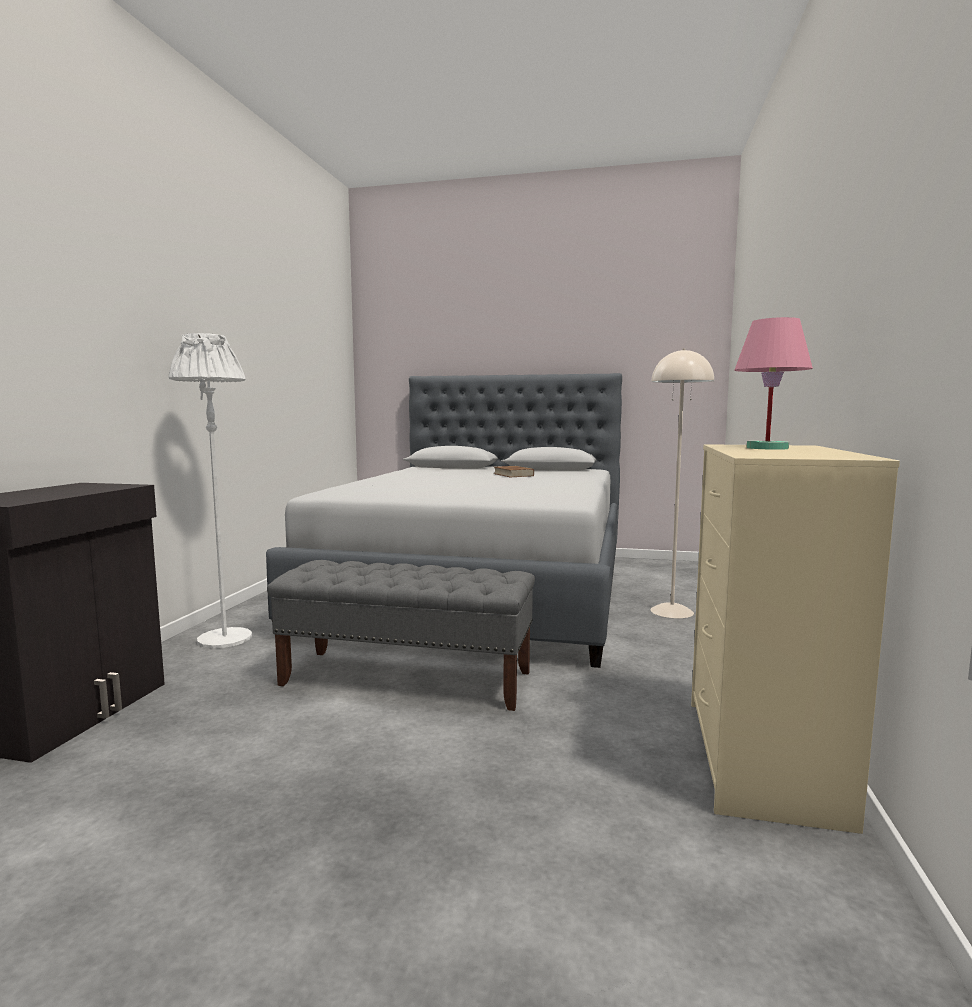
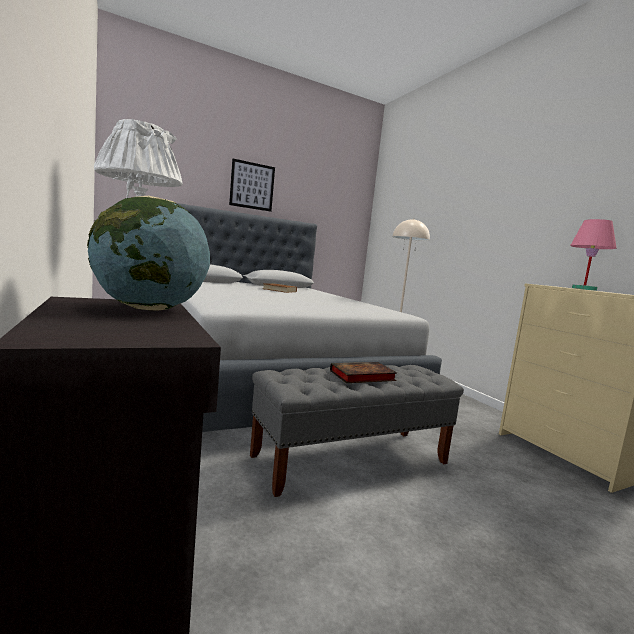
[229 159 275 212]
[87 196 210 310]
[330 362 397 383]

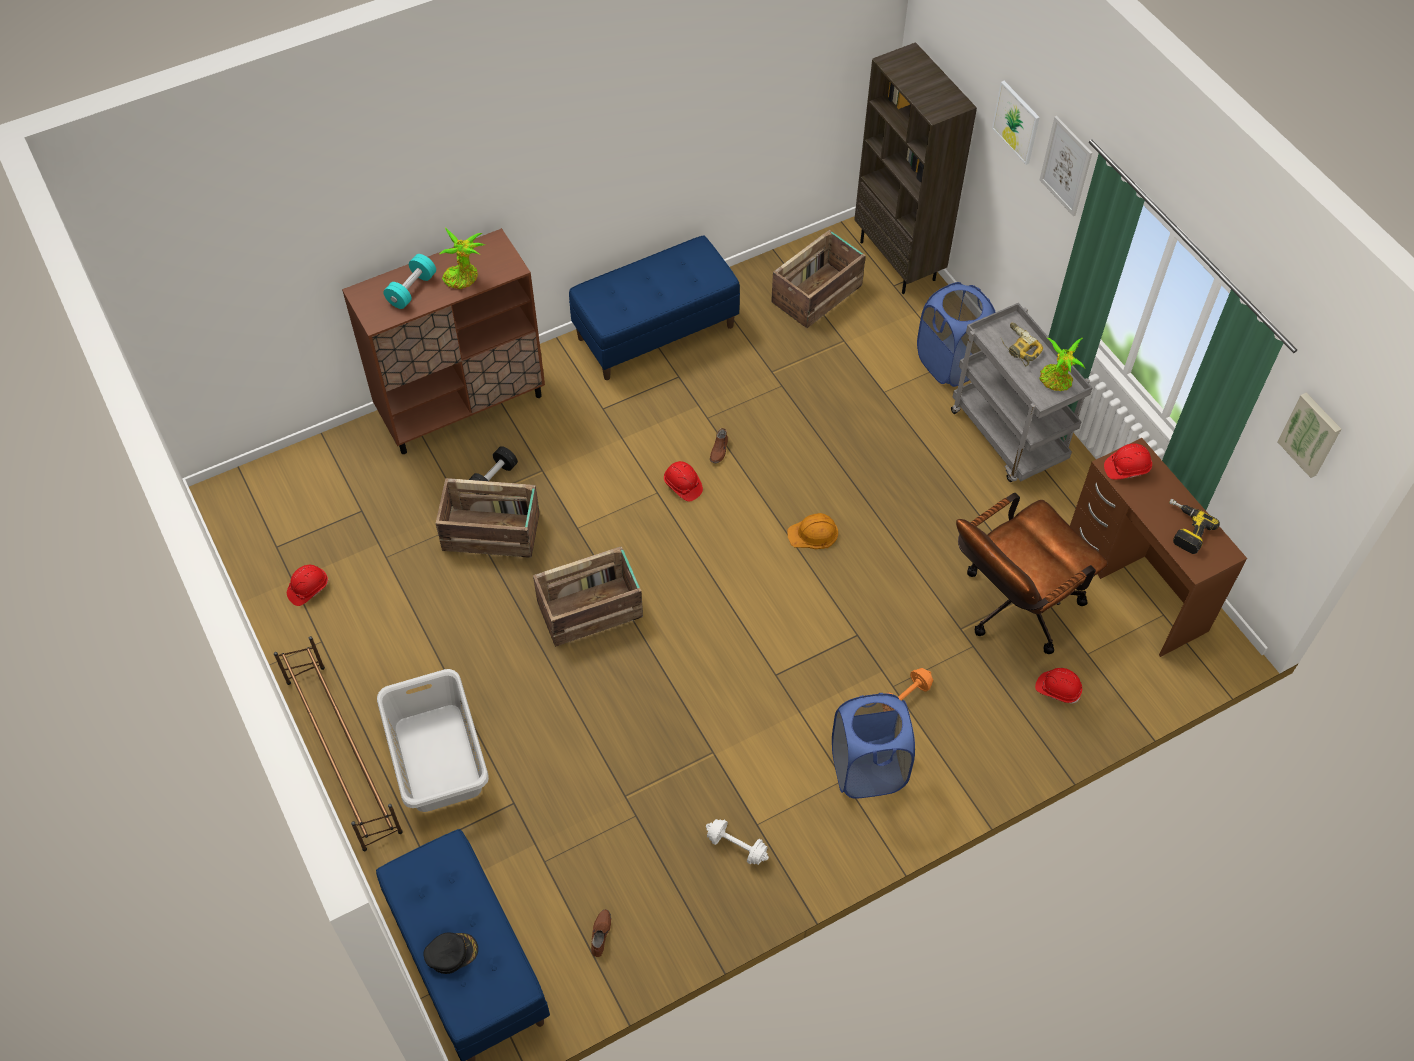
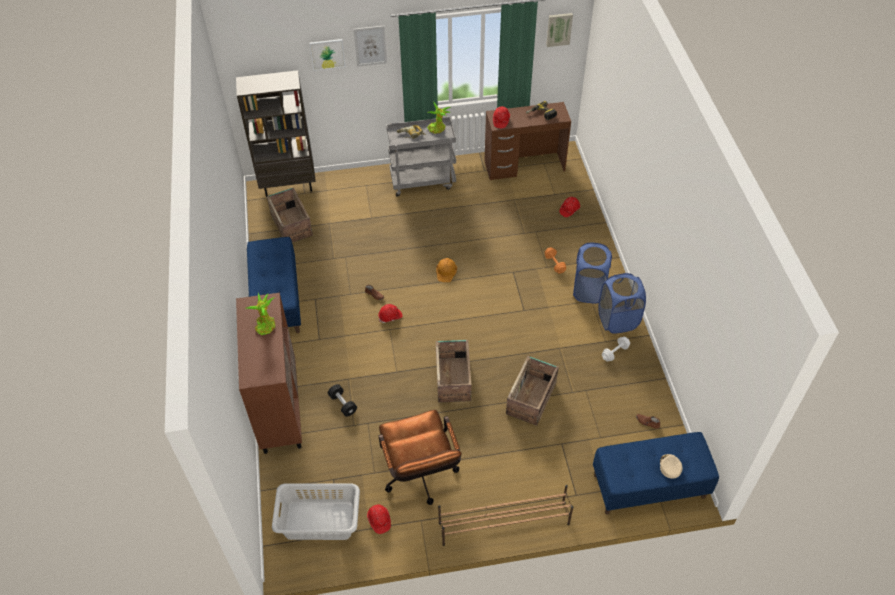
[383 254 436 309] (first image)
[599 273 646 334]
[506 356 559 426]
[378 410 462 505]
[272 483 360 540]
[660 454 682 479]

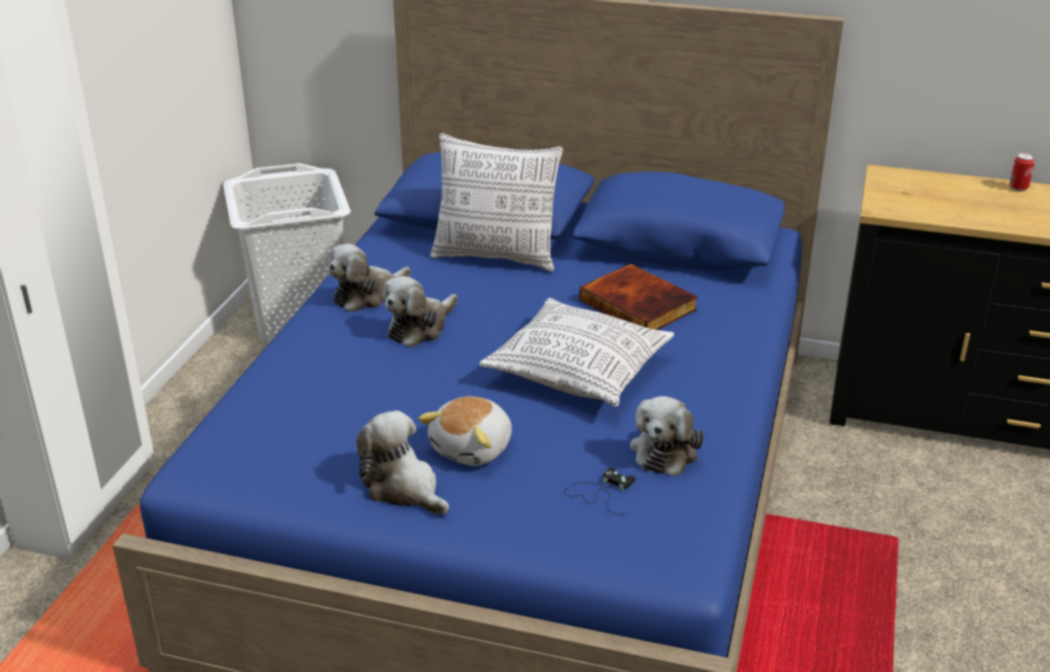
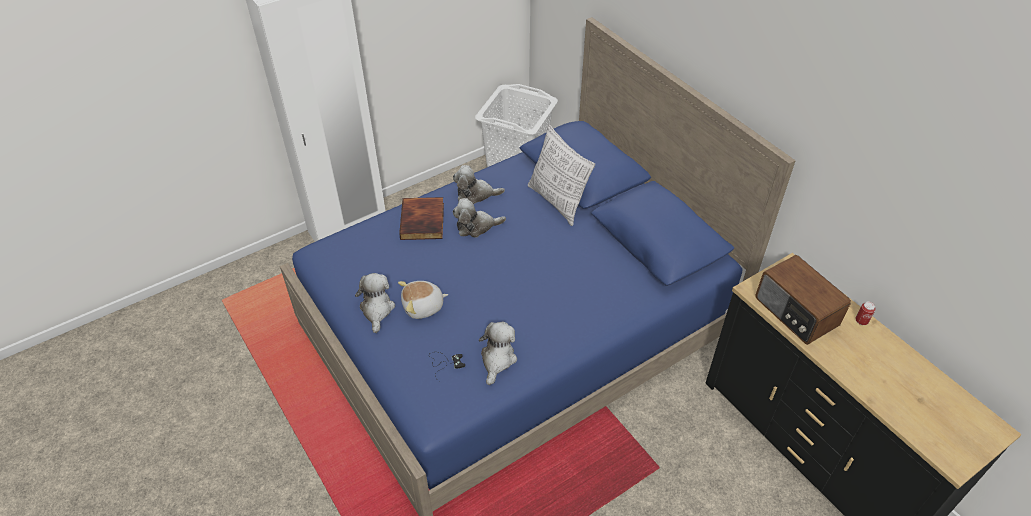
[399 197 444 240]
[479 298 674 407] (first image)
[479 322 517 385]
[755 255 851 345]

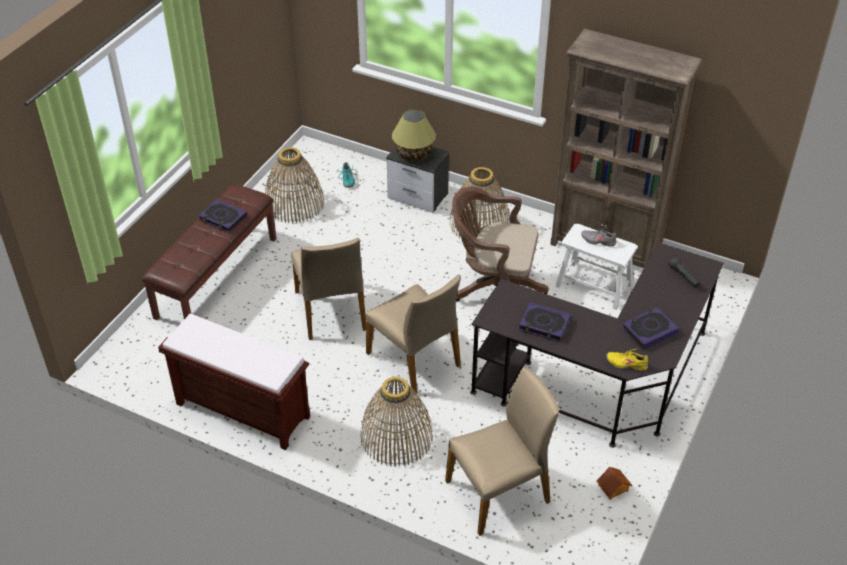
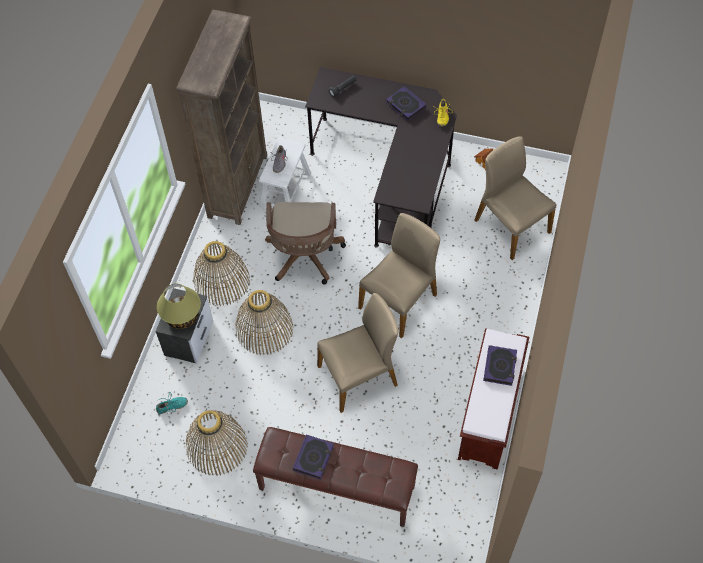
[483 345 517 386]
[235 290 293 355]

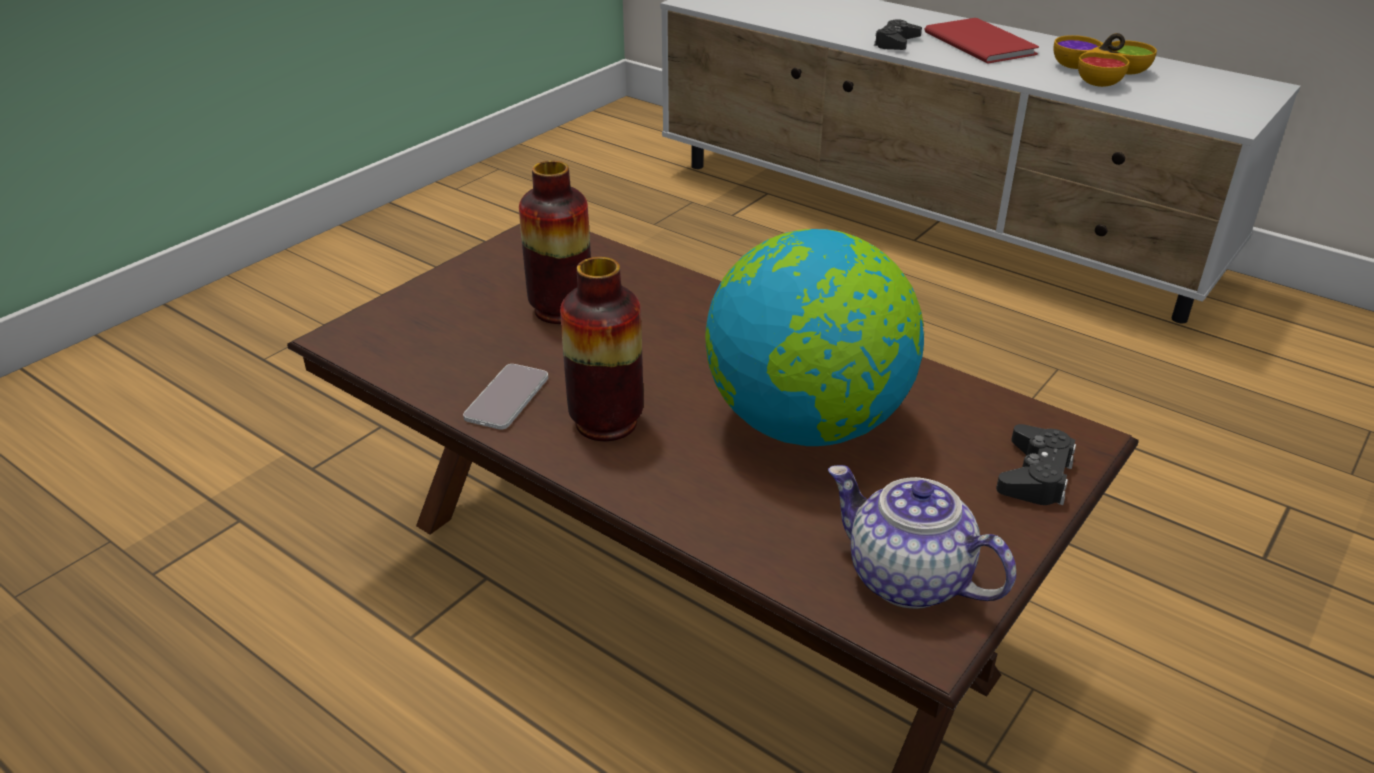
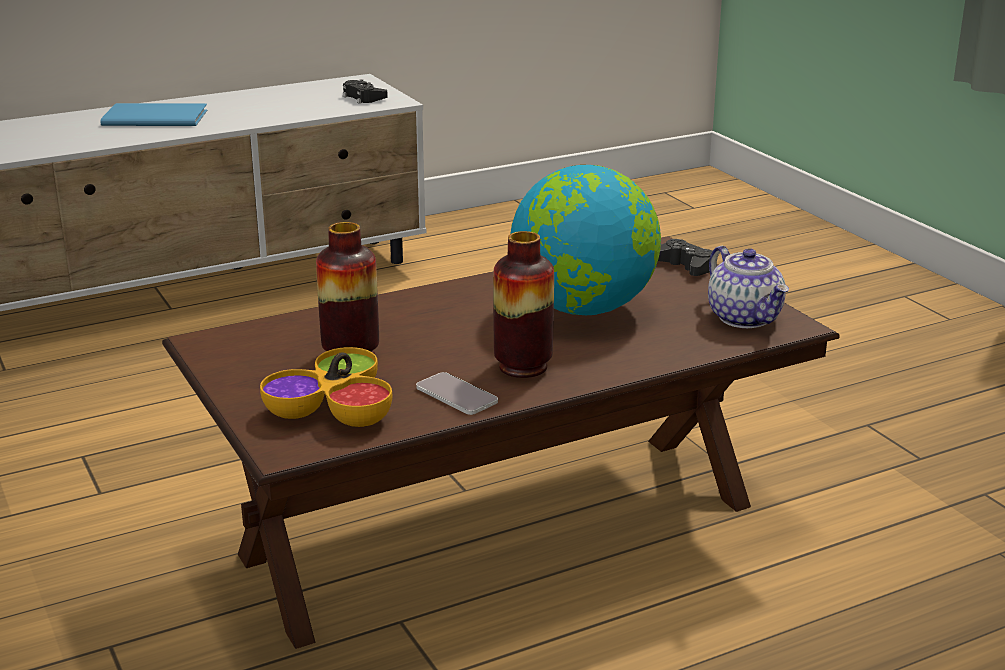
[101 103 207 126]
[343 79 388 104]
[260 347 392 427]
[708 246 789 328]

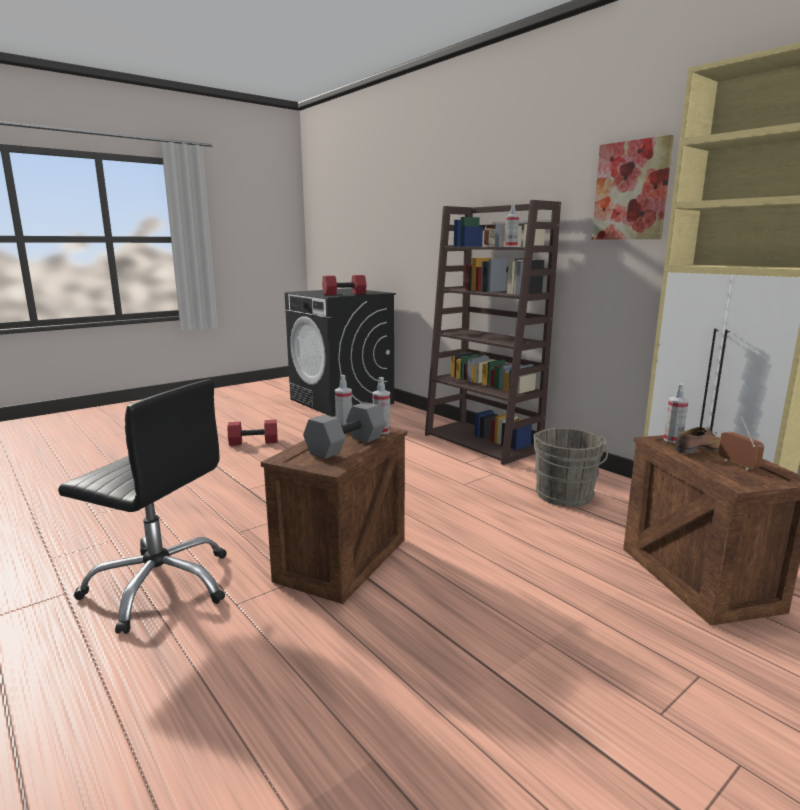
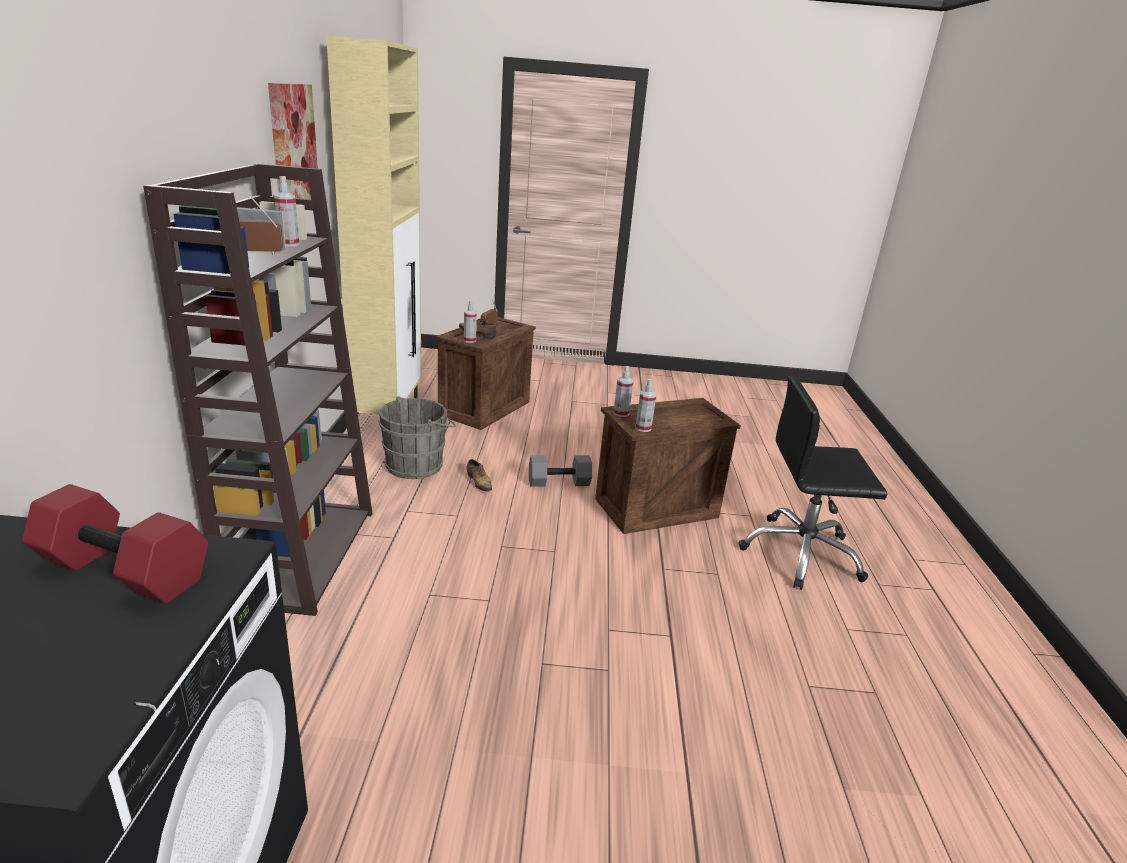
[738 375 887 590]
[529 455 592 487]
[227 420 278 446] (first image)
[467 459 492 492]

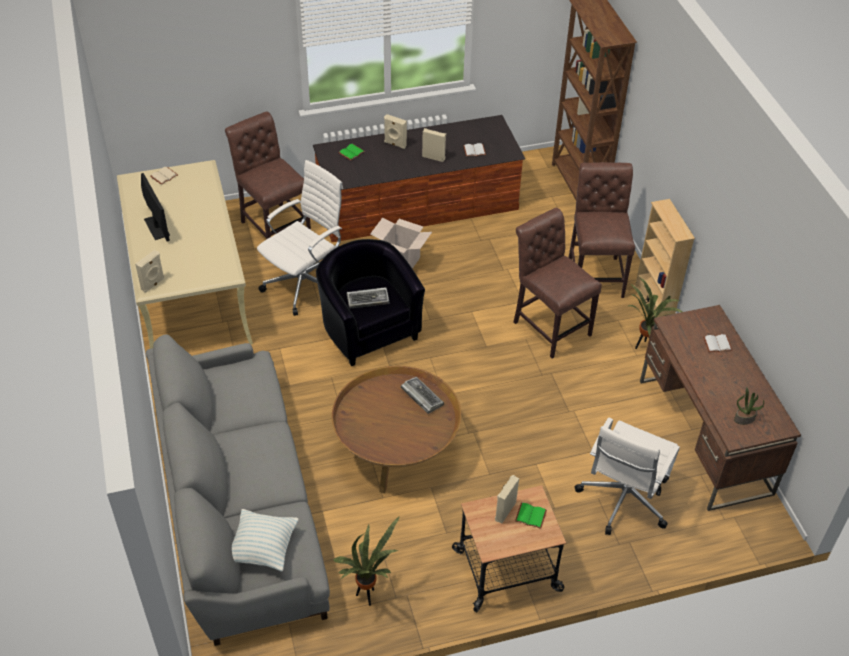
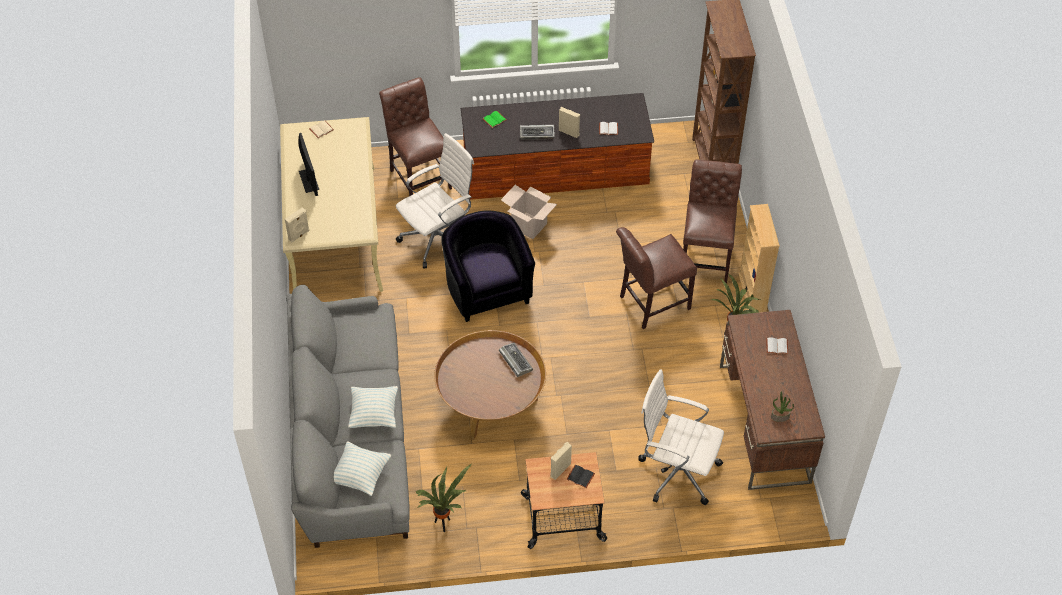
[384 114 407 149] (first image)
[616 227 697 329]
[520 125 555 140]
[639 369 724 505]
[566 465 595 488]
[348 386 398 428]

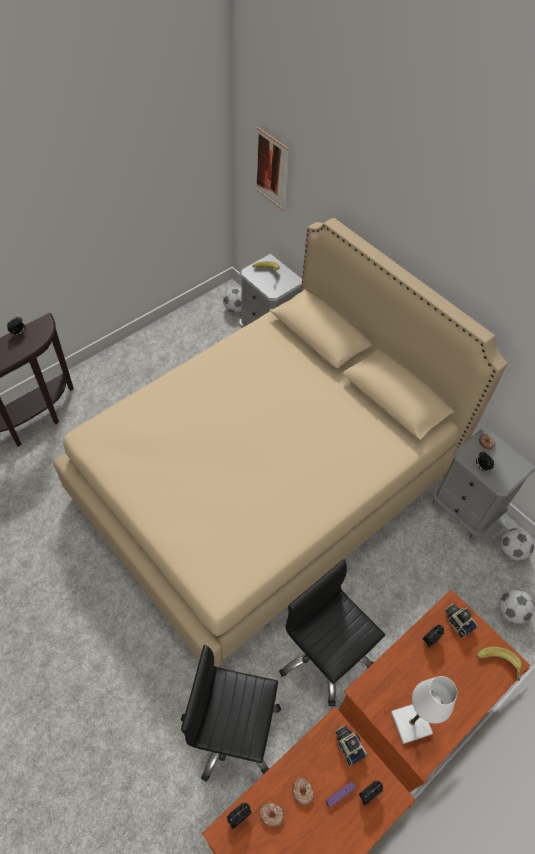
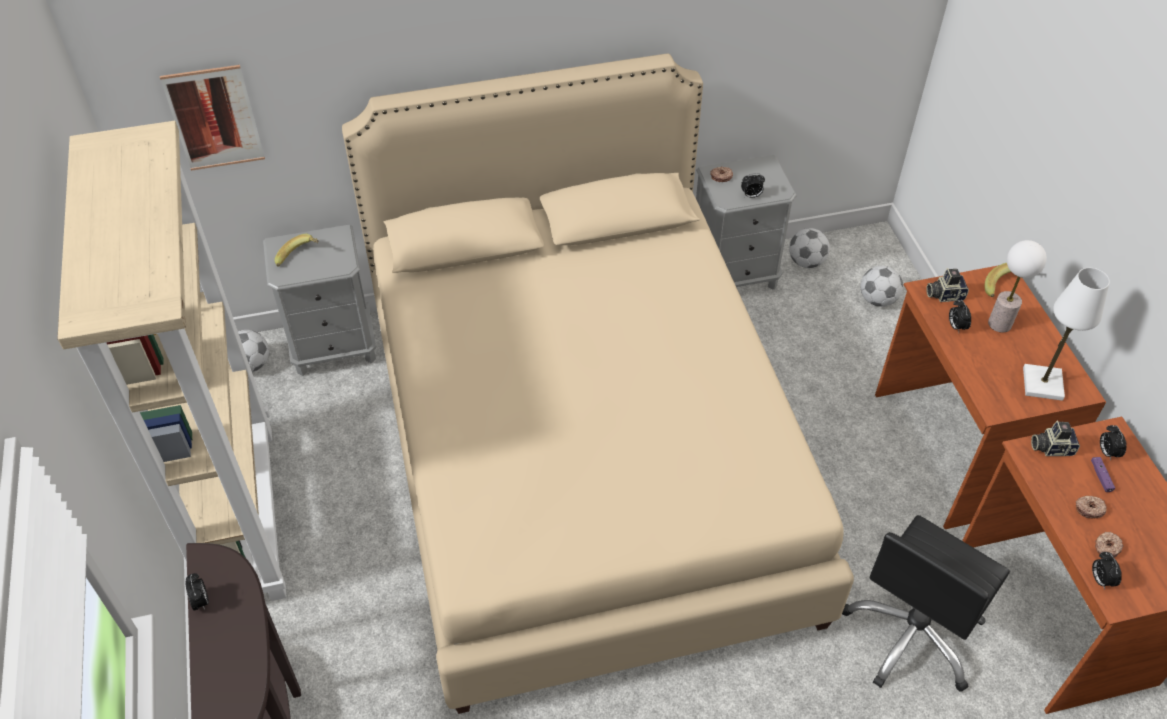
[279 559 385 706] (first image)
[57 121 287 601]
[988 240 1047 333]

